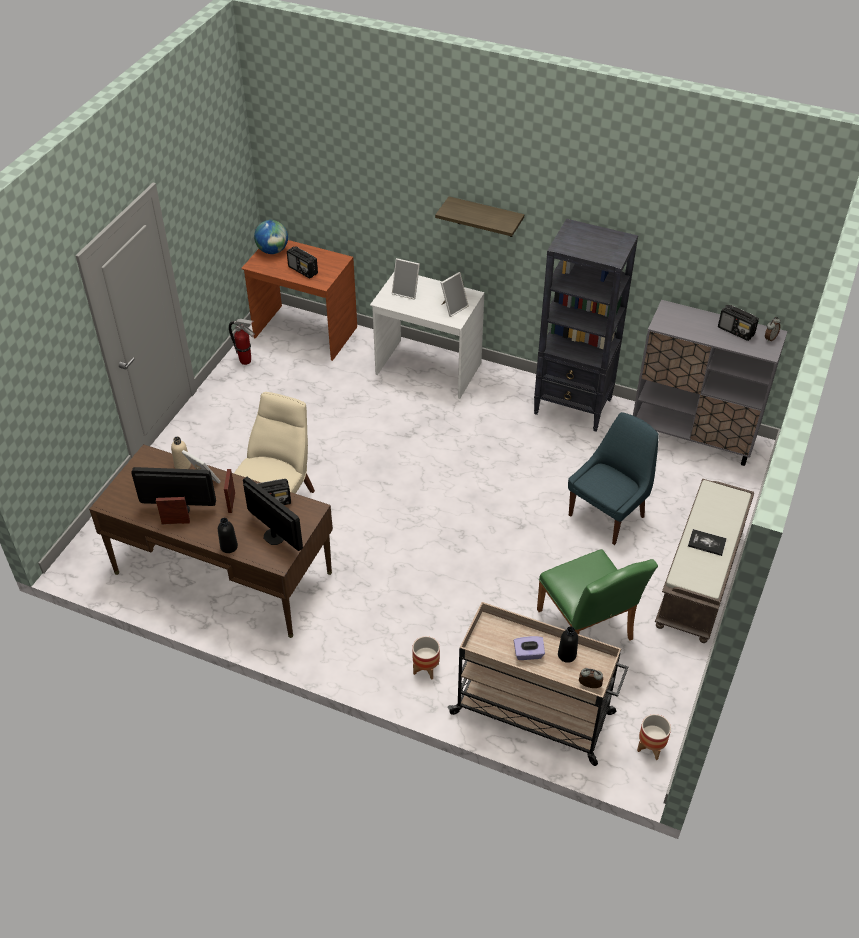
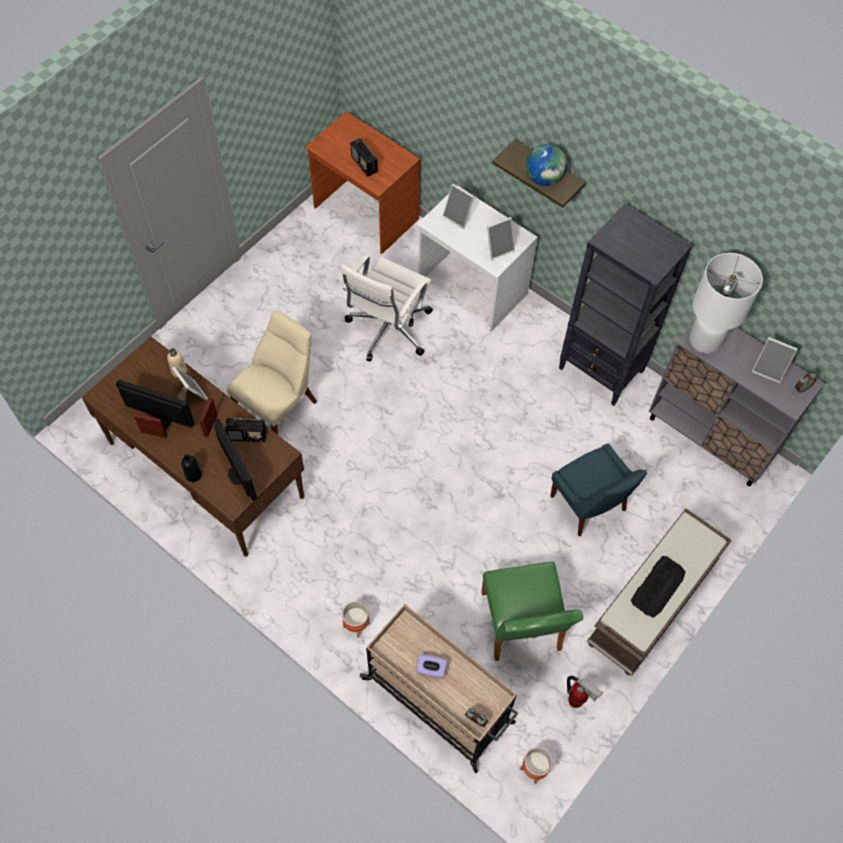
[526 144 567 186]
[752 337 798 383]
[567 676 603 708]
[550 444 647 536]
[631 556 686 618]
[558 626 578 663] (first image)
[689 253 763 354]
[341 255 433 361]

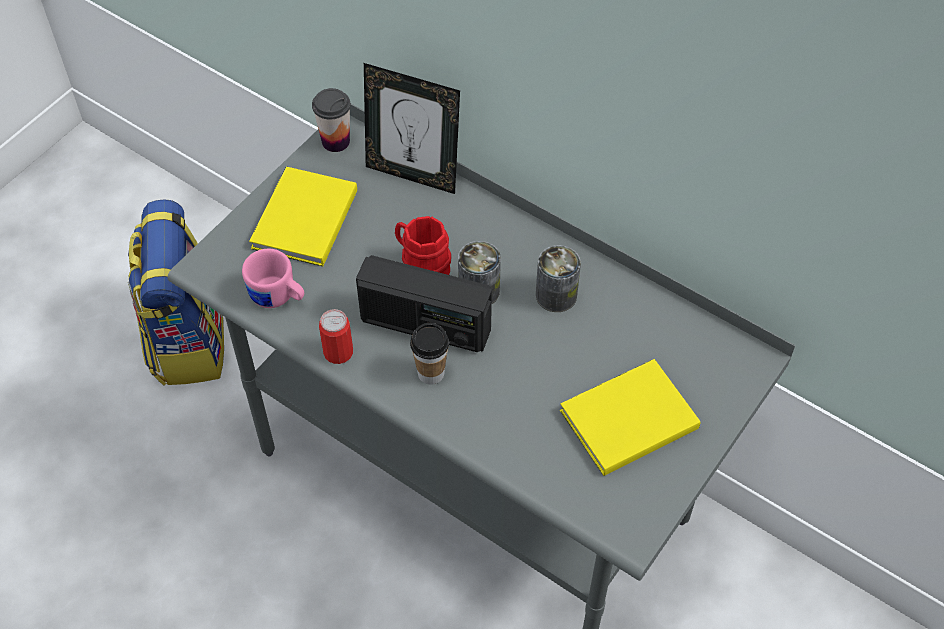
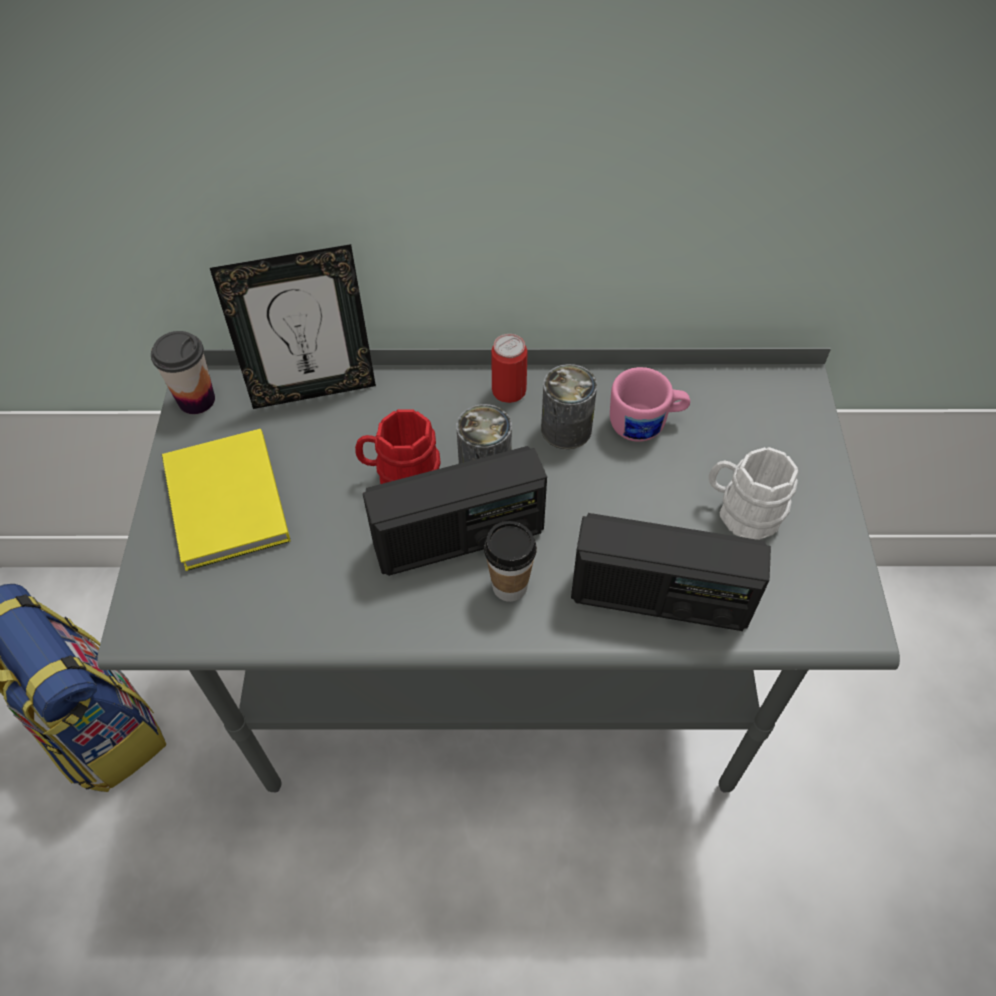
[610 367 690 442]
[491 334 528 403]
[709 447 798 540]
[571 513 771 631]

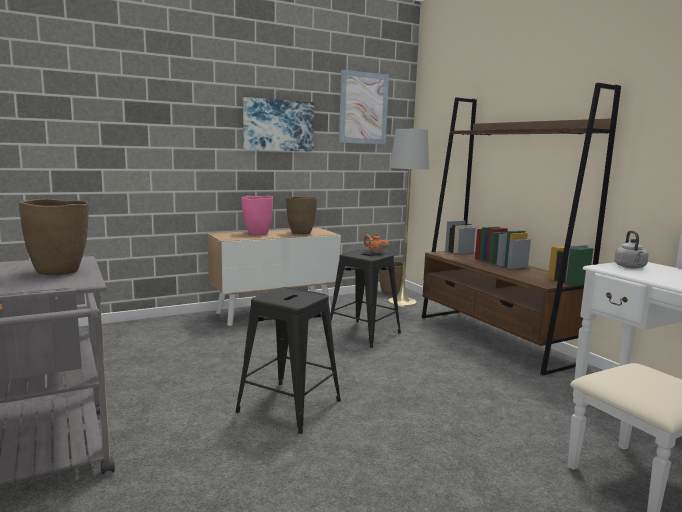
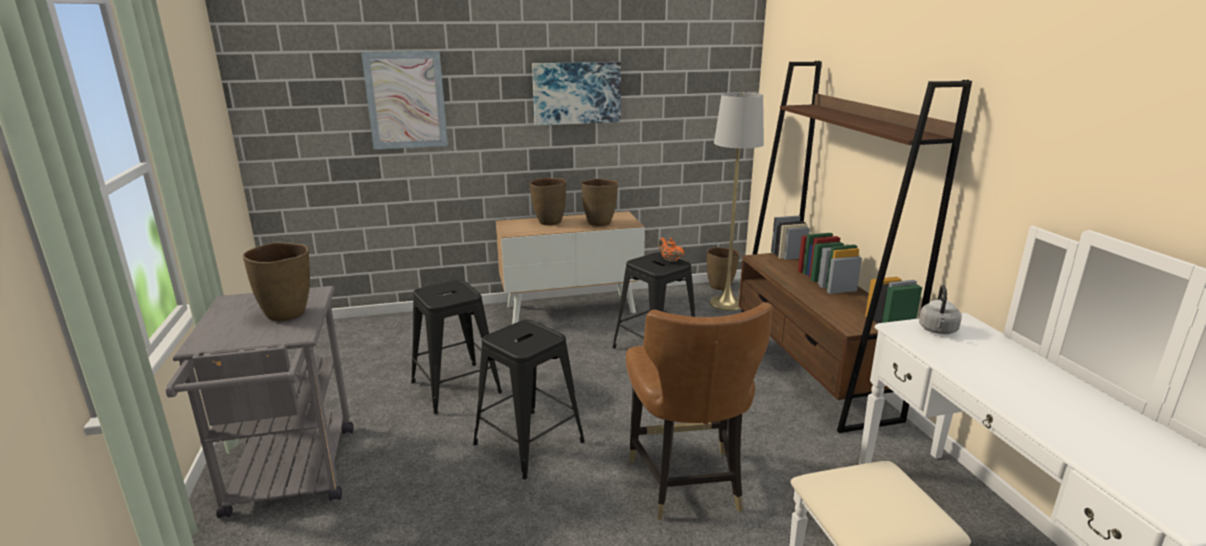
[361 51 448 149]
[530 178 566 225]
[411 280 502 414]
[626 302 773 520]

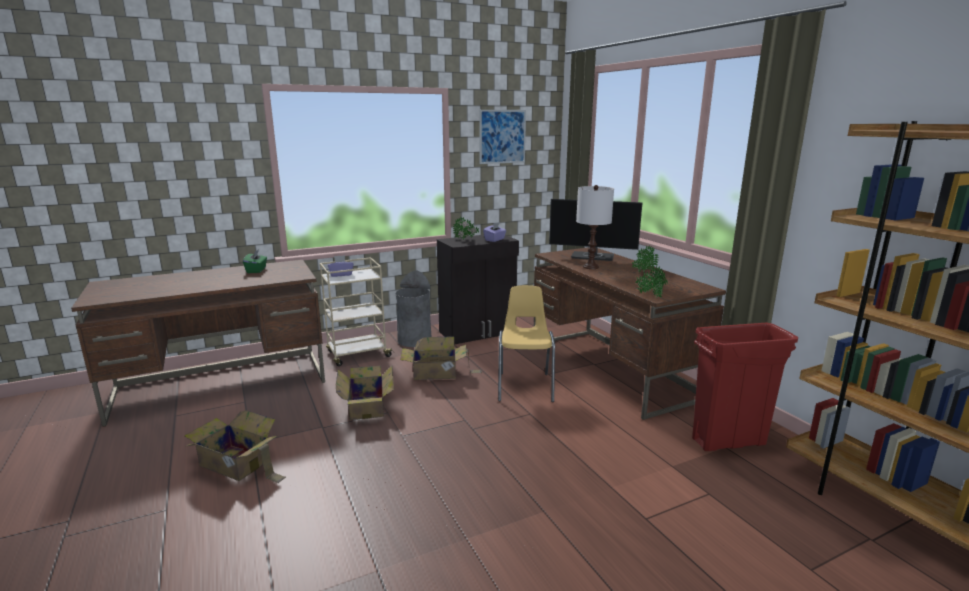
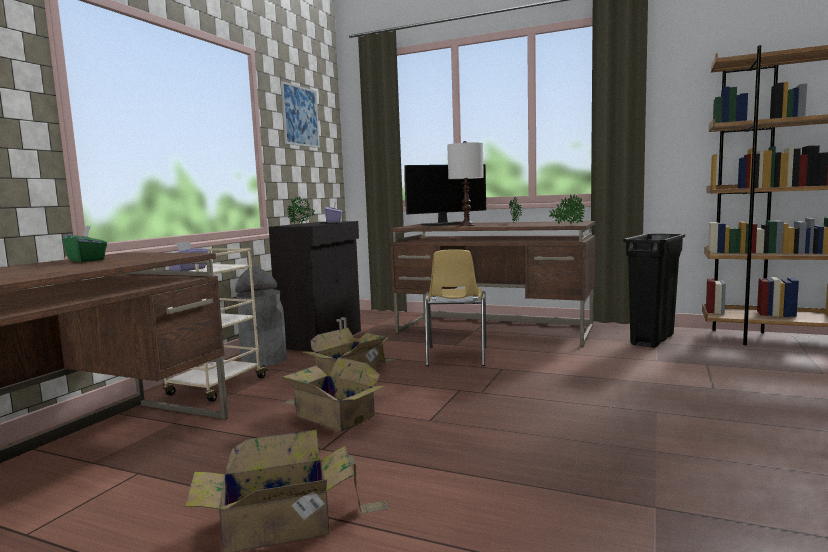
[425 249 486 366]
[623 233 685 348]

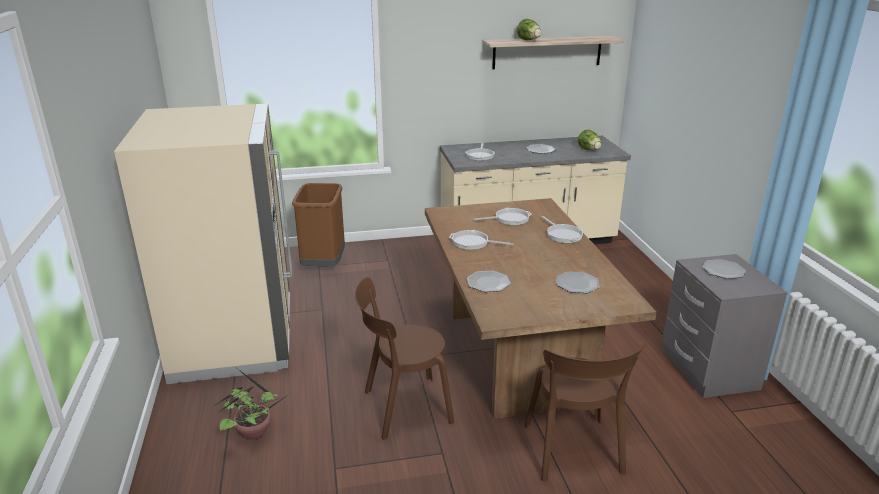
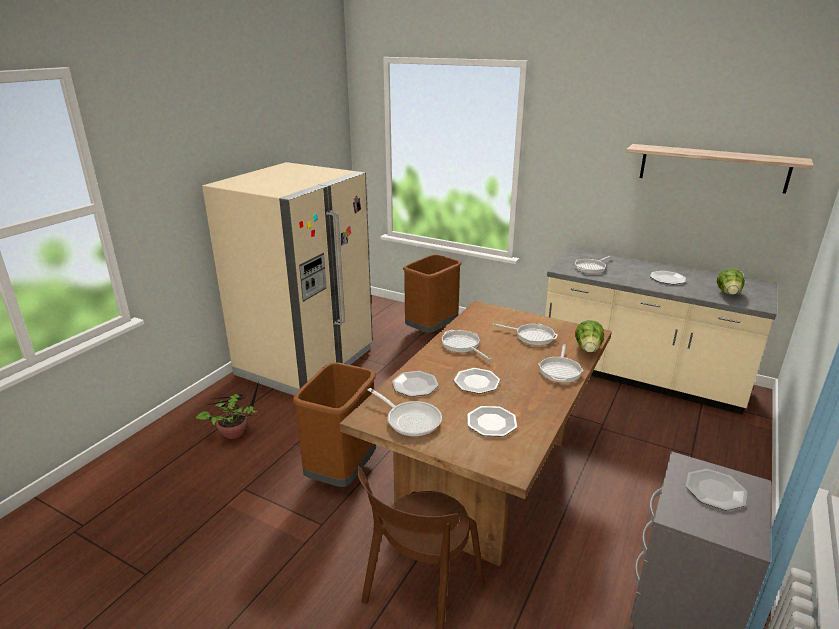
[575 320 604 353]
[293 362 376 487]
[454 368 500 394]
[368 388 442 437]

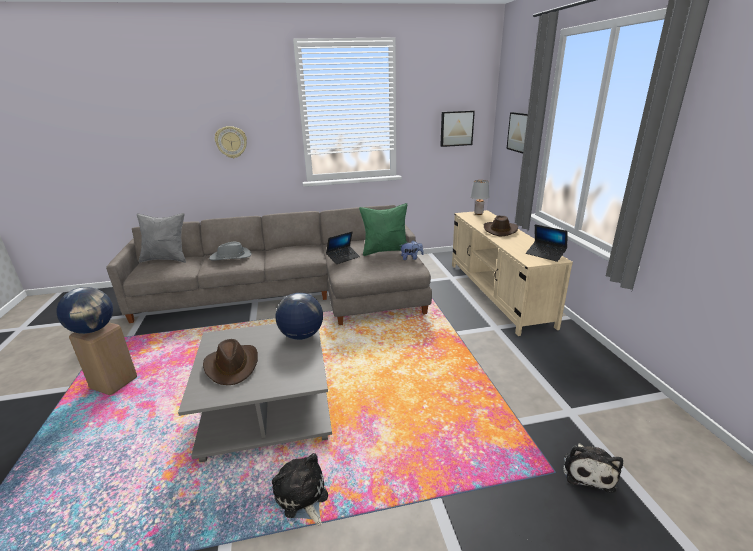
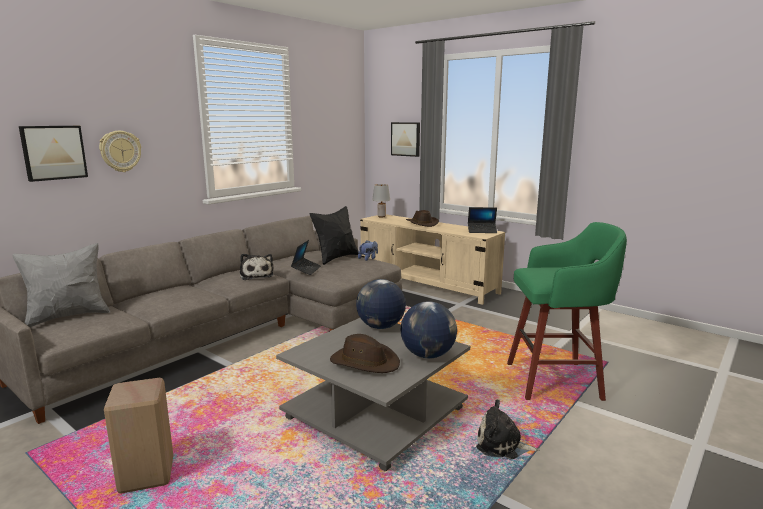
[19 126 88 182]
[310 206 358 265]
[209 242 252 260] (first image)
[401 301 457 359]
[240 254 273 280]
[507 222 627 401]

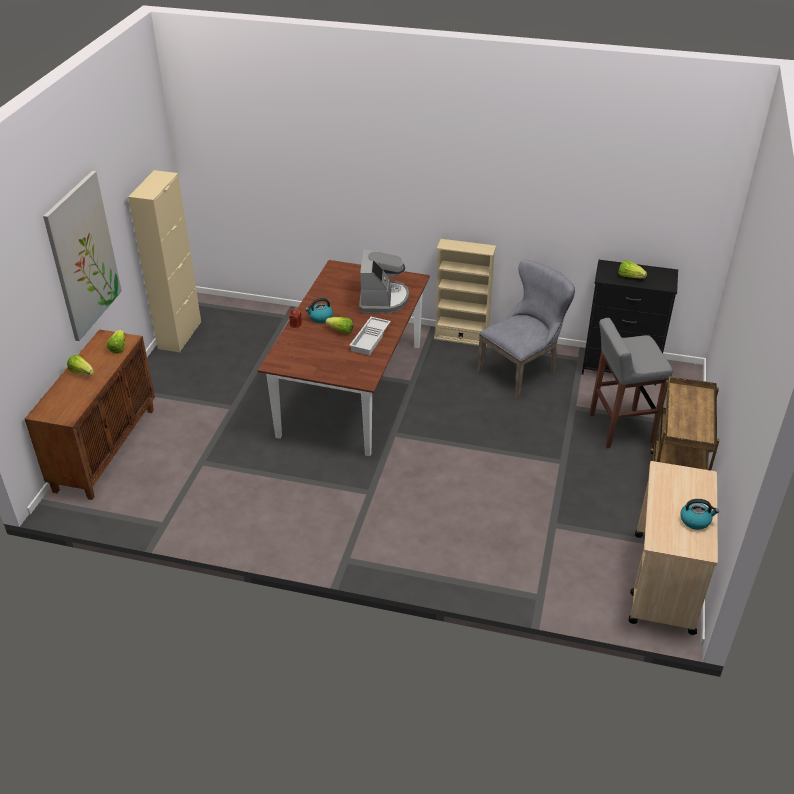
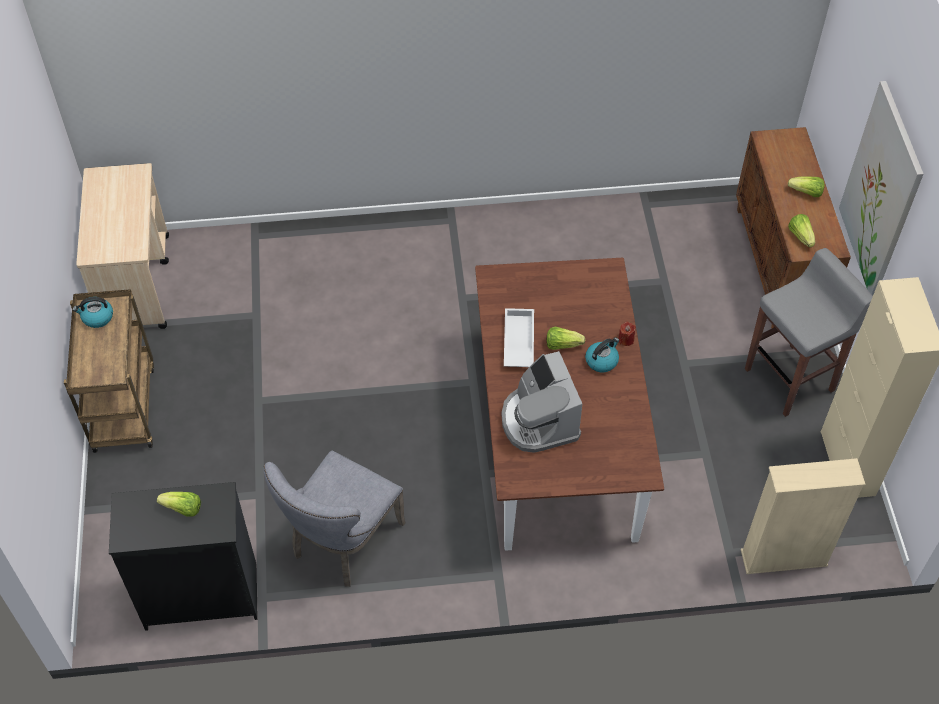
[741 458 865 574]
[745 248 873 417]
[73 297 113 328]

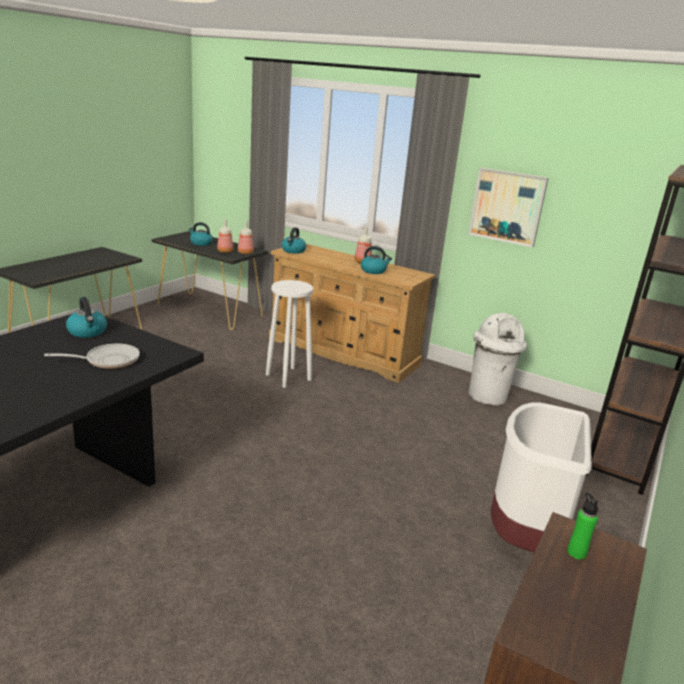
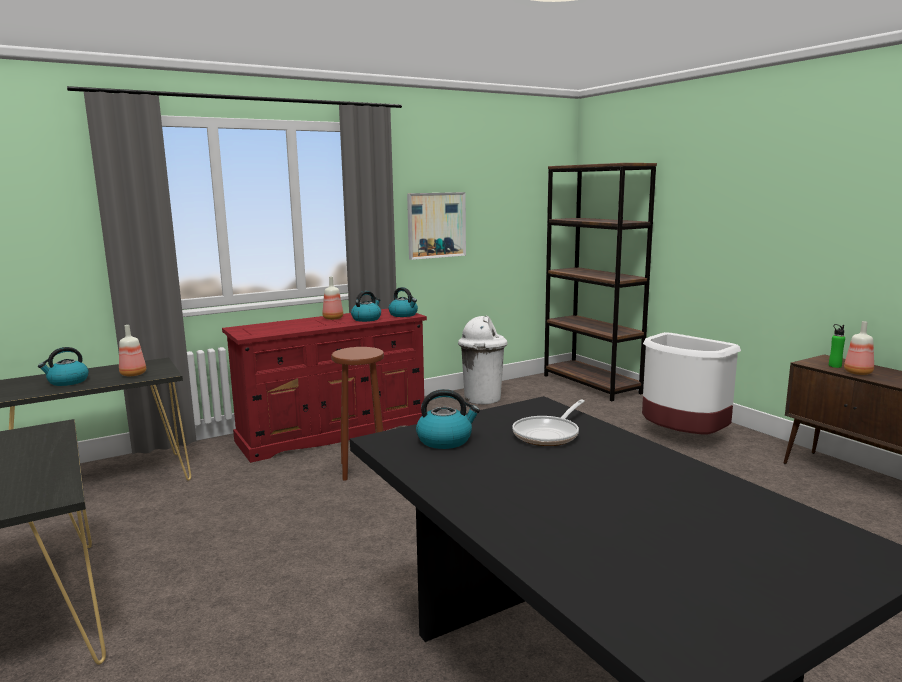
[844 321 874 375]
[388 287 418 317]
[222 309 427 463]
[331 347 384 480]
[512 400 585 446]

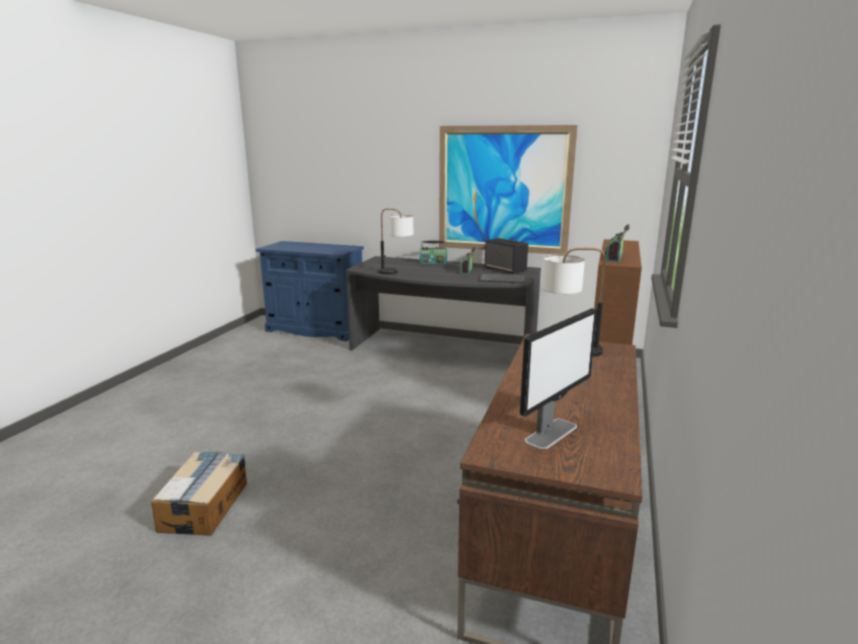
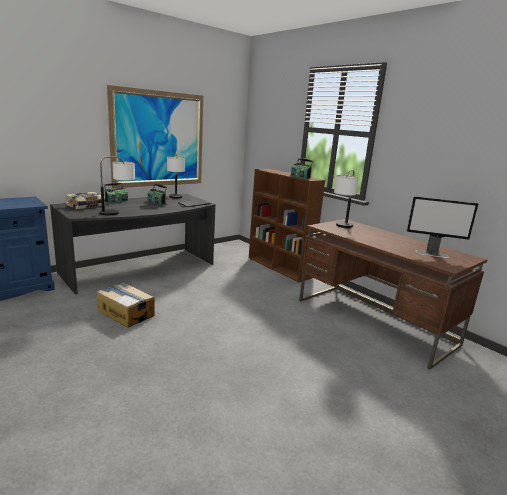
[167 152 185 198]
[407 196 478 258]
[97 282 155 328]
[65 192 105 209]

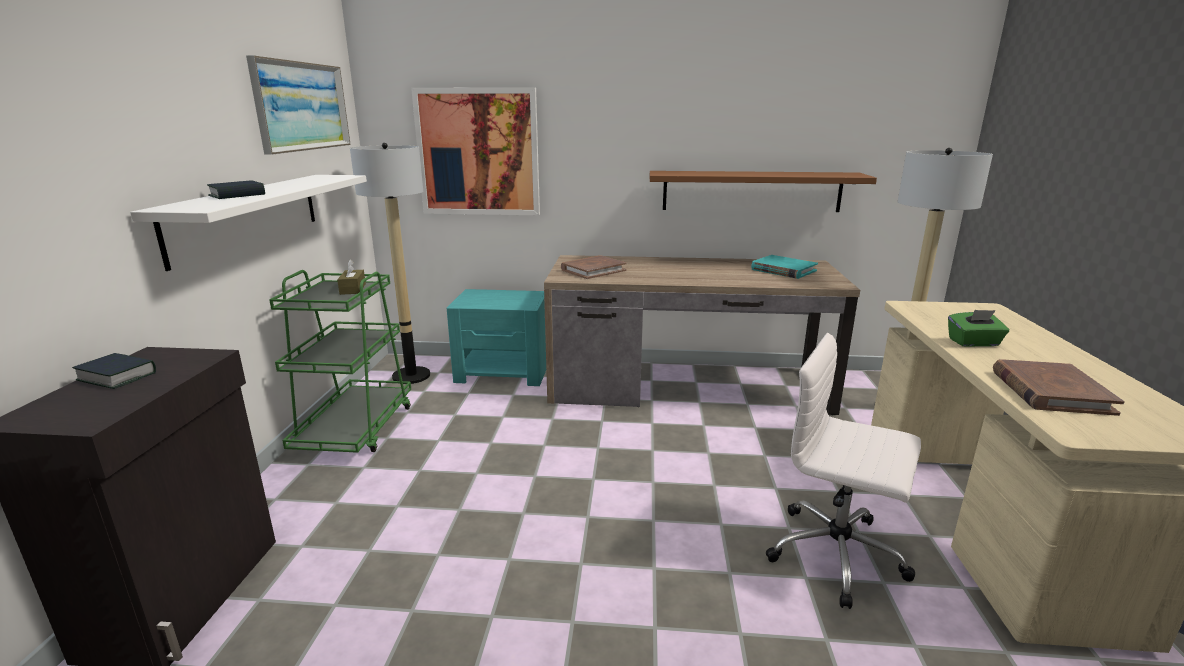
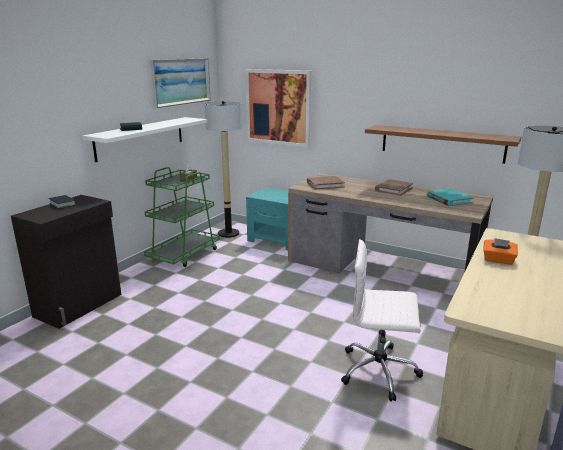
[483 238 518 265]
[341 239 423 402]
[375 179 413 196]

